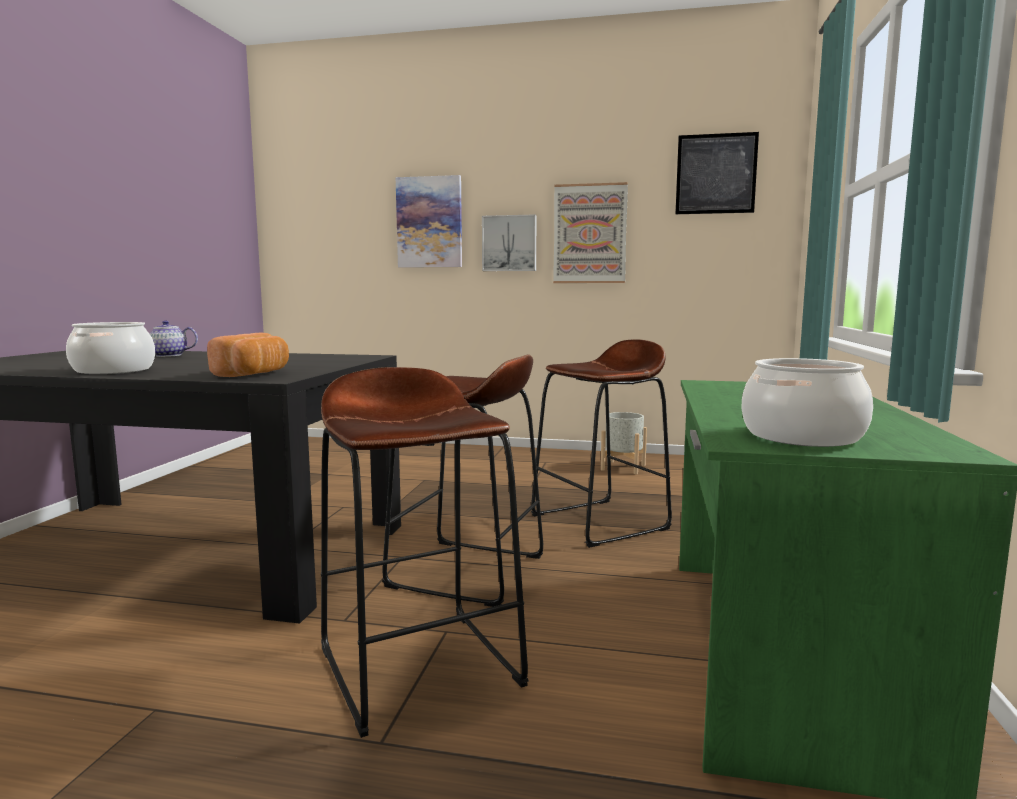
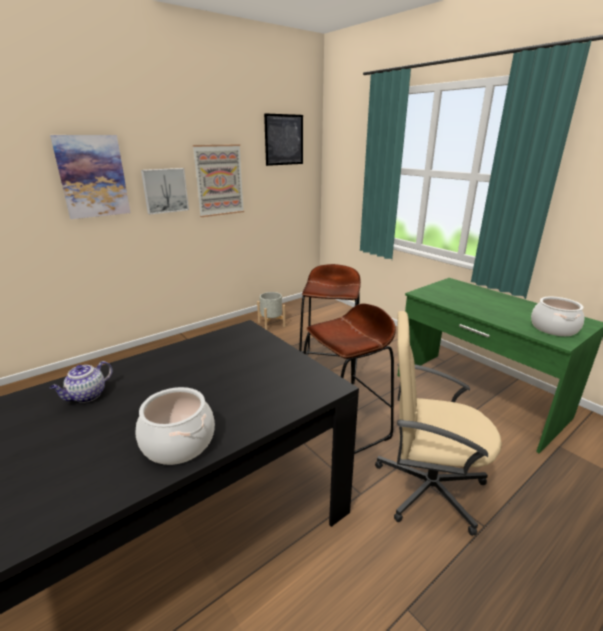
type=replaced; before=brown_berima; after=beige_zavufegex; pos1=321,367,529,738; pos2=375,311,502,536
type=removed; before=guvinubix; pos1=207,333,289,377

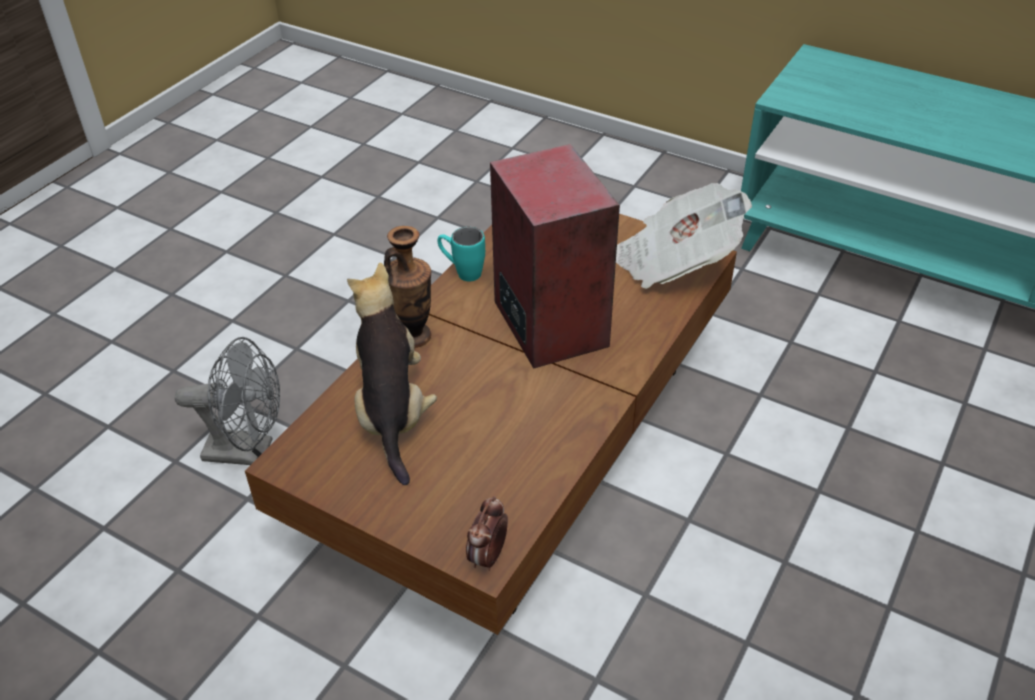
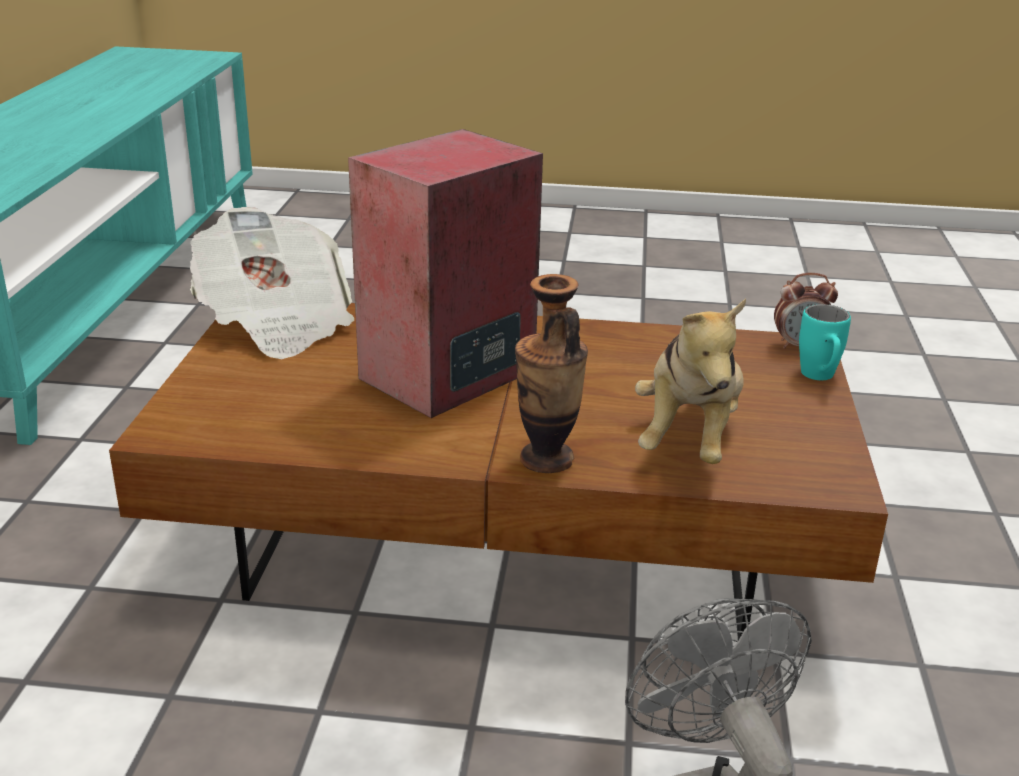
type=turned; before=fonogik; pos1=347,262,437,485; pos2=635,299,746,464; turn=-45
type=moved; before=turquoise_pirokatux; pos1=437,227,485,281; pos2=799,304,851,380

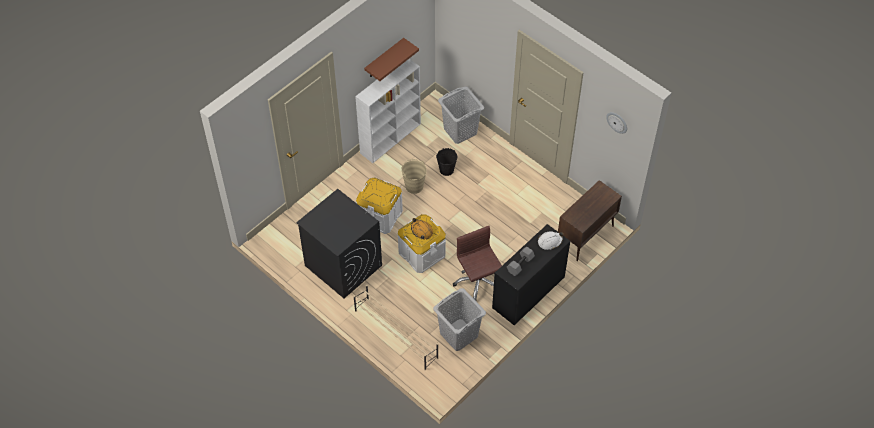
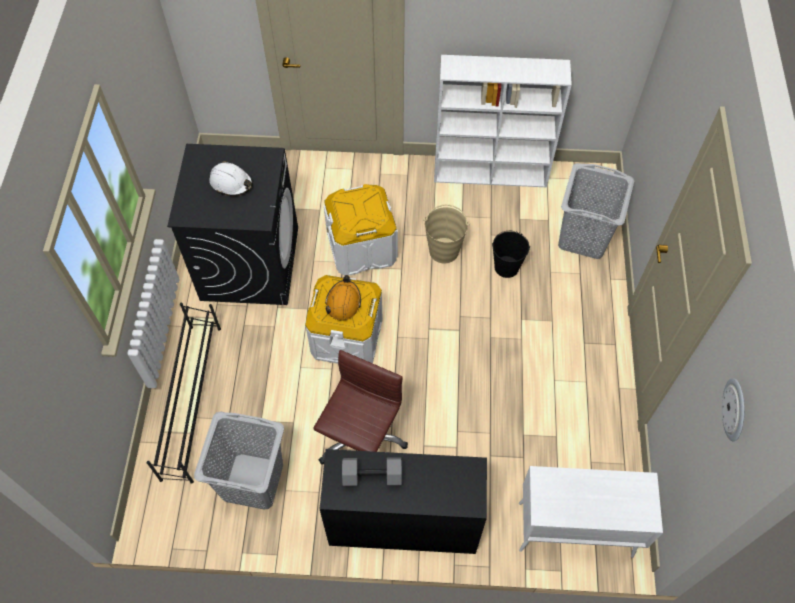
type=recoloured; before=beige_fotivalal; after=black_fotivalal; pos1=354,285,438,370; pos2=147,303,221,484
type=moved; before=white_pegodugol; pos1=538,231,564,250; pos2=210,161,253,196
type=recoloured; before=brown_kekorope; after=white_kekorope; pos1=558,180,622,261; pos2=519,466,663,558
type=removed; before=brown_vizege; pos1=364,38,419,81

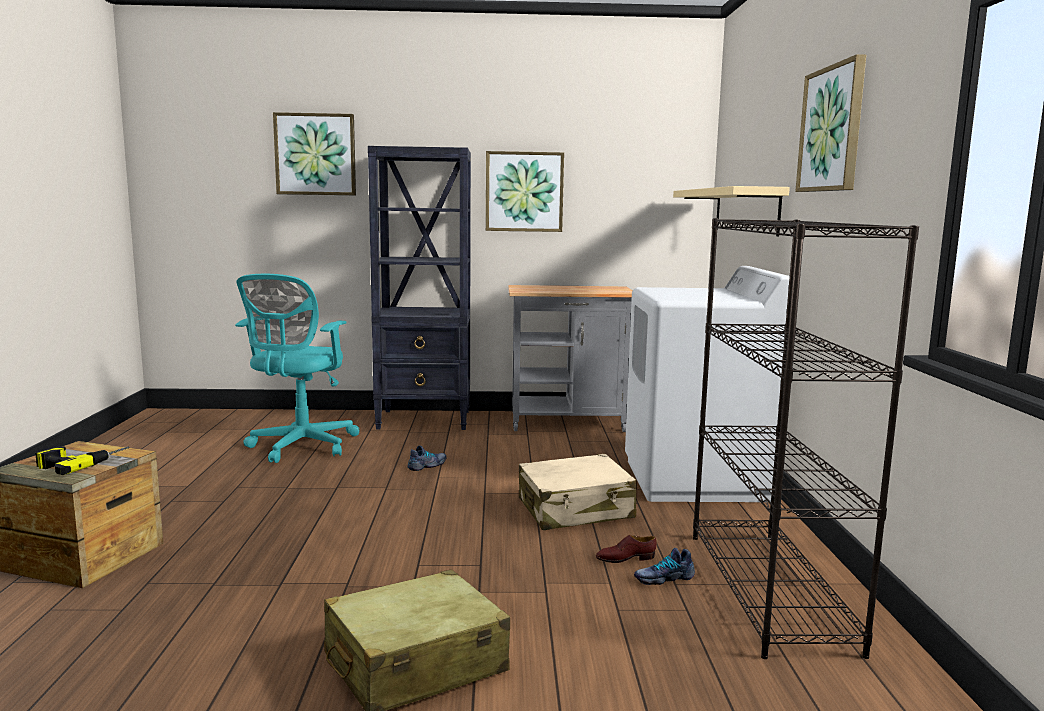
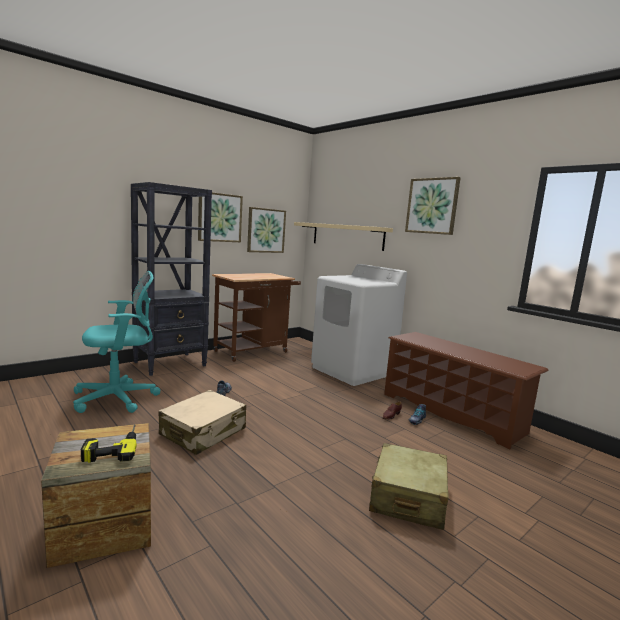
type=turned; before=turquoise_zavufegex; pos1=235,274,359,463; pos2=73,271,161,413; turn=-90
type=moved; before=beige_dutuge; pos1=519,454,637,530; pos2=159,390,246,455
type=recoloured; before=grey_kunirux; after=brown_kunirux; pos1=508,285,633,432; pos2=212,273,301,362
type=moved; before=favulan; pos1=273,112,356,195; pos2=247,207,286,253
type=replaced; before=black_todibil; after=brown_fotivalal; pos1=693,218,919,659; pos2=384,332,549,449

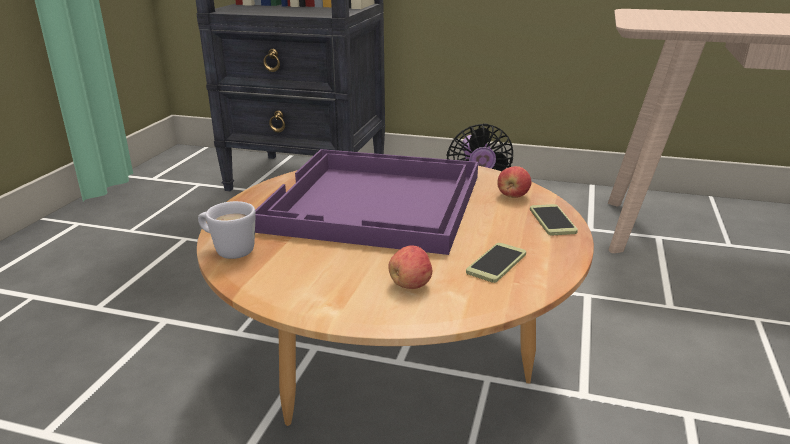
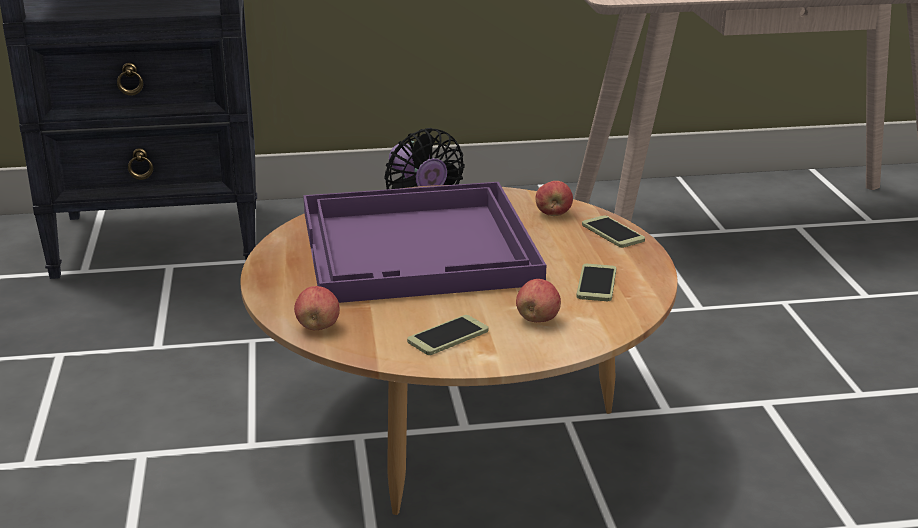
type=replaced; before=white_pirokatux; after=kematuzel; pos1=198,201,256,259; pos2=294,286,340,330
type=added; after=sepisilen; pos2=407,315,489,355

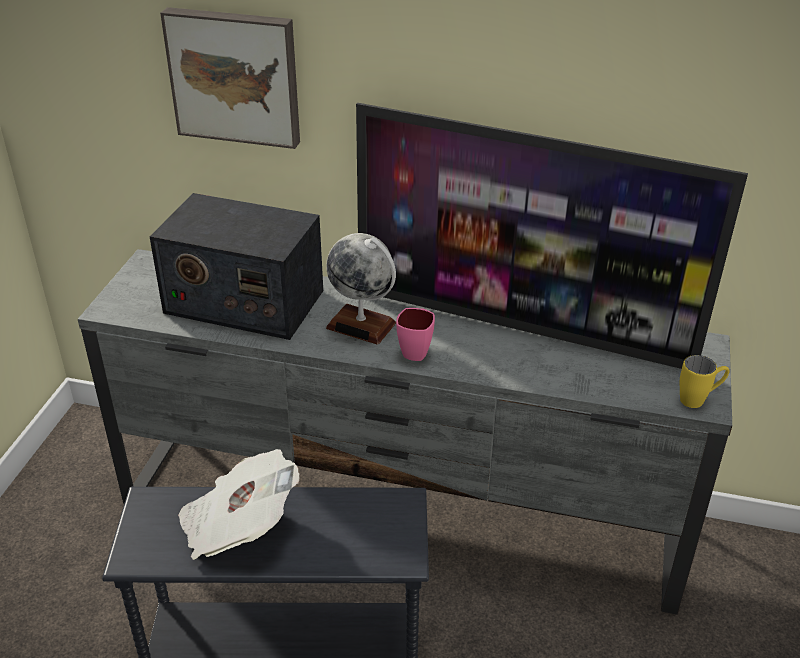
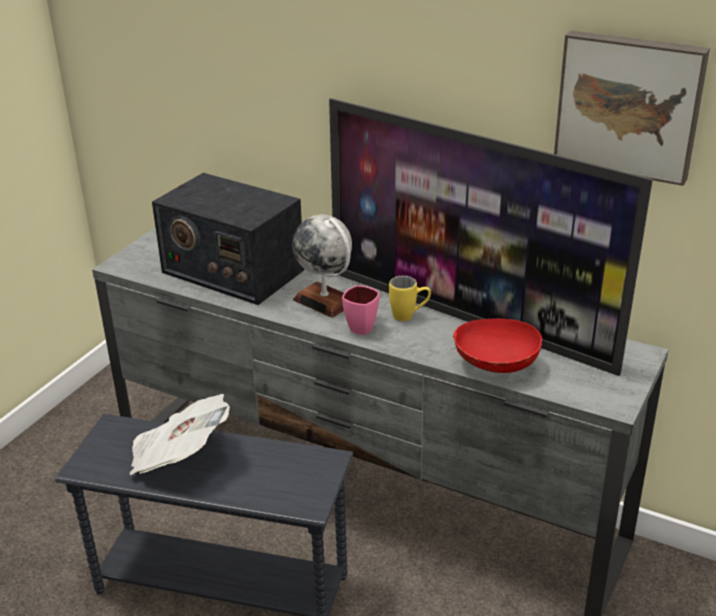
type=moved; before=yellow_pirokatux; pos1=680,355,729,408; pos2=389,276,431,321
type=added; after=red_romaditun; pos2=453,319,544,373
type=moved; before=favulan; pos1=160,7,300,149; pos2=554,30,710,186

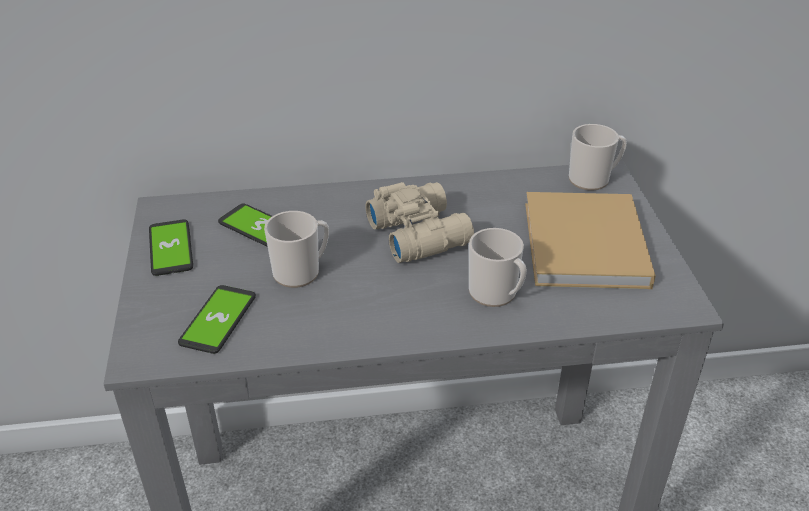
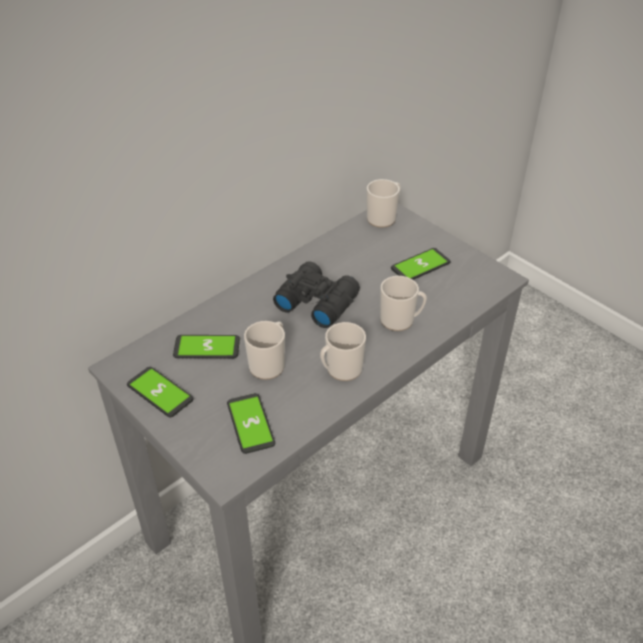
type=recoloured; before=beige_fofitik; after=black_fofitik; pos1=365,182,474,263; pos2=273,261,360,328
type=added; after=pirokatux; pos2=320,322,366,381
type=replaced; before=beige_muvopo; after=sepisilen; pos1=525,192,656,289; pos2=391,248,450,280

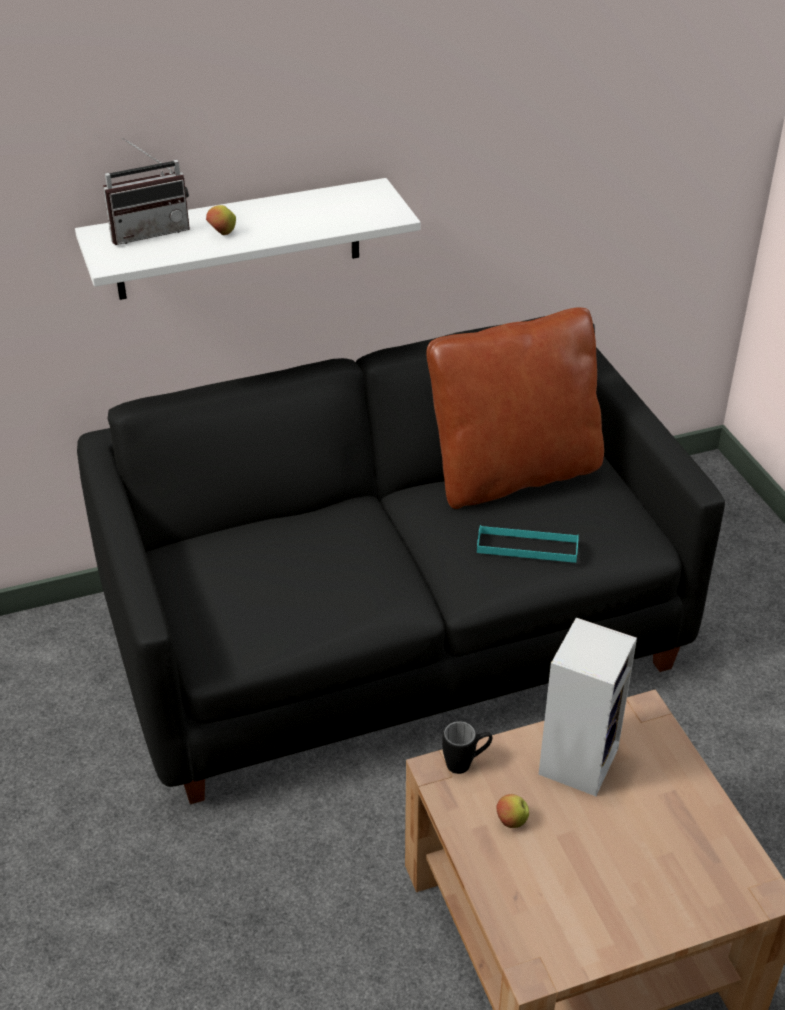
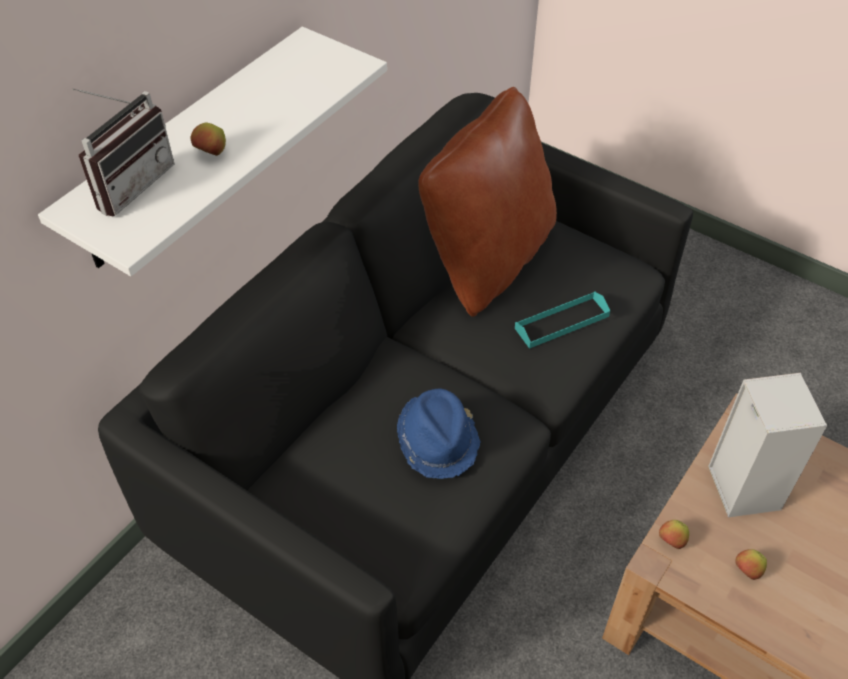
type=added; after=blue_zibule; pos2=397,388,481,479
type=replaced; before=black_pirokatux; after=kematuzel; pos1=442,721,492,774; pos2=659,520,689,549

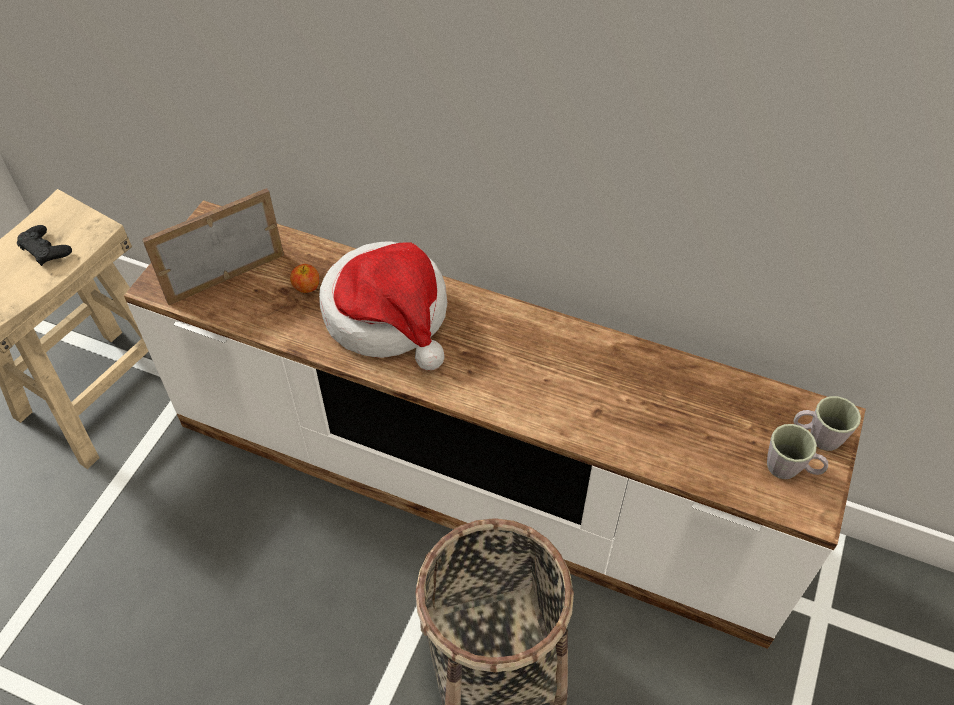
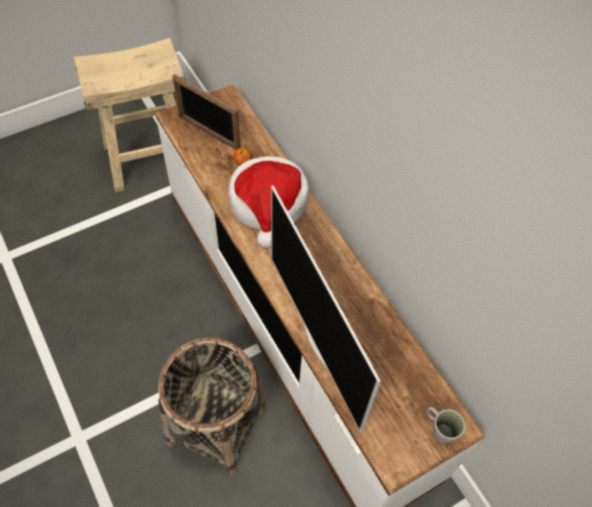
type=turned; before=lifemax; pos1=142,188,284,305; pos2=172,74,240,150; turn=-150
type=added; after=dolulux; pos2=271,185,381,433
type=removed; before=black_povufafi; pos1=17,225,72,266
type=removed; before=grey_pirokatux; pos1=767,424,828,479

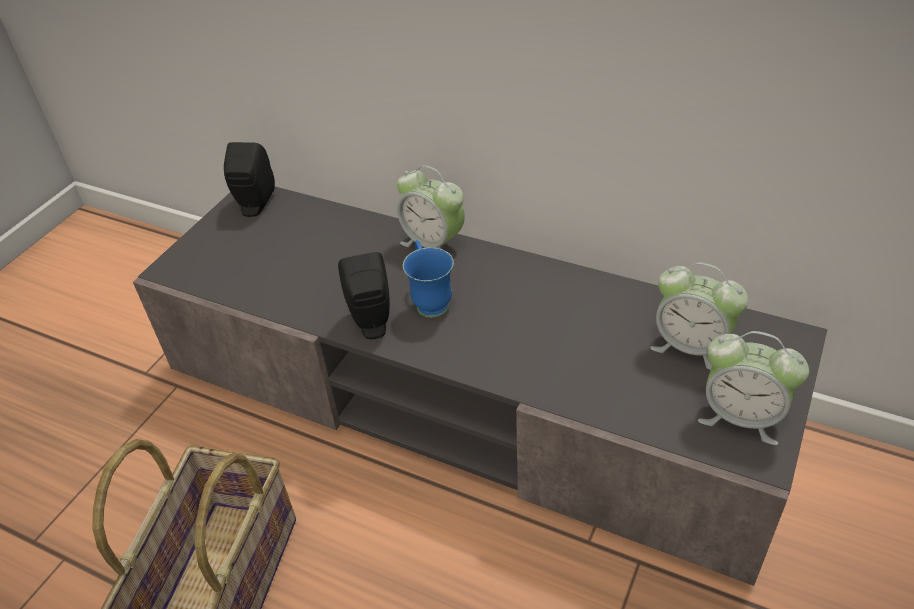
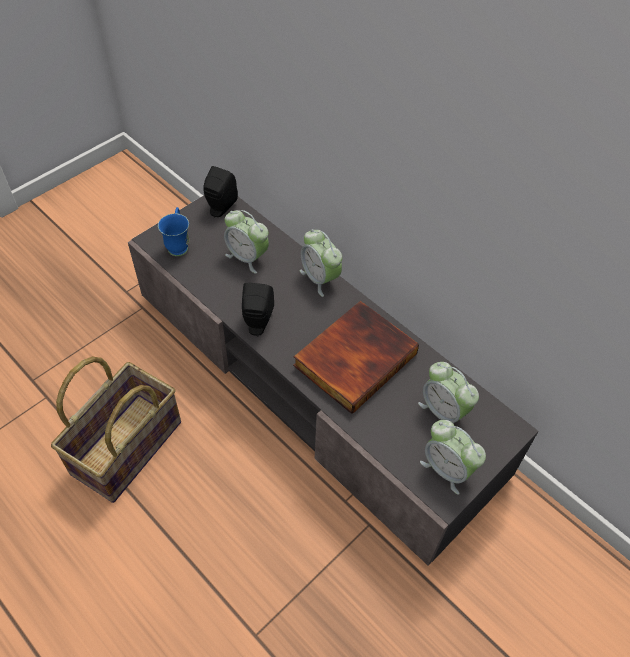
type=moved; before=blue_pirokatux; pos1=403,240,454,318; pos2=158,207,190,256
type=added; after=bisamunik; pos2=224,210,269,274
type=added; after=muvopo; pos2=293,301,419,414

